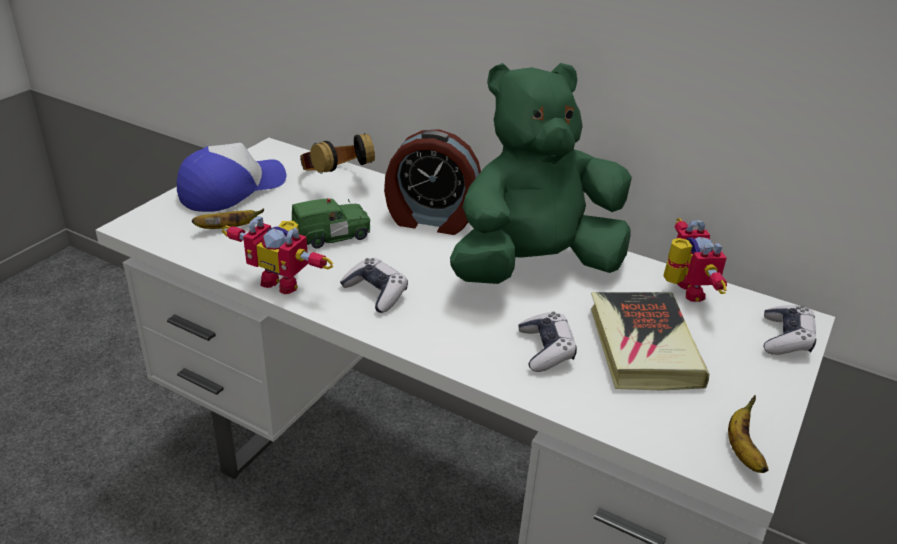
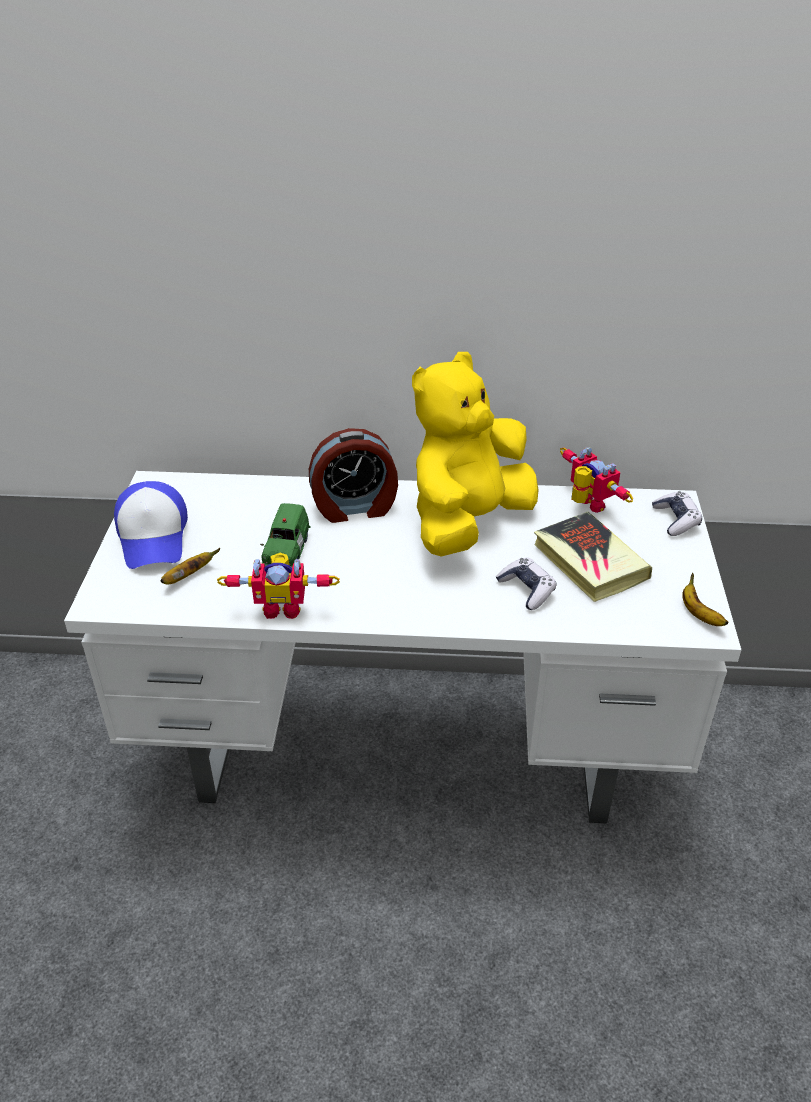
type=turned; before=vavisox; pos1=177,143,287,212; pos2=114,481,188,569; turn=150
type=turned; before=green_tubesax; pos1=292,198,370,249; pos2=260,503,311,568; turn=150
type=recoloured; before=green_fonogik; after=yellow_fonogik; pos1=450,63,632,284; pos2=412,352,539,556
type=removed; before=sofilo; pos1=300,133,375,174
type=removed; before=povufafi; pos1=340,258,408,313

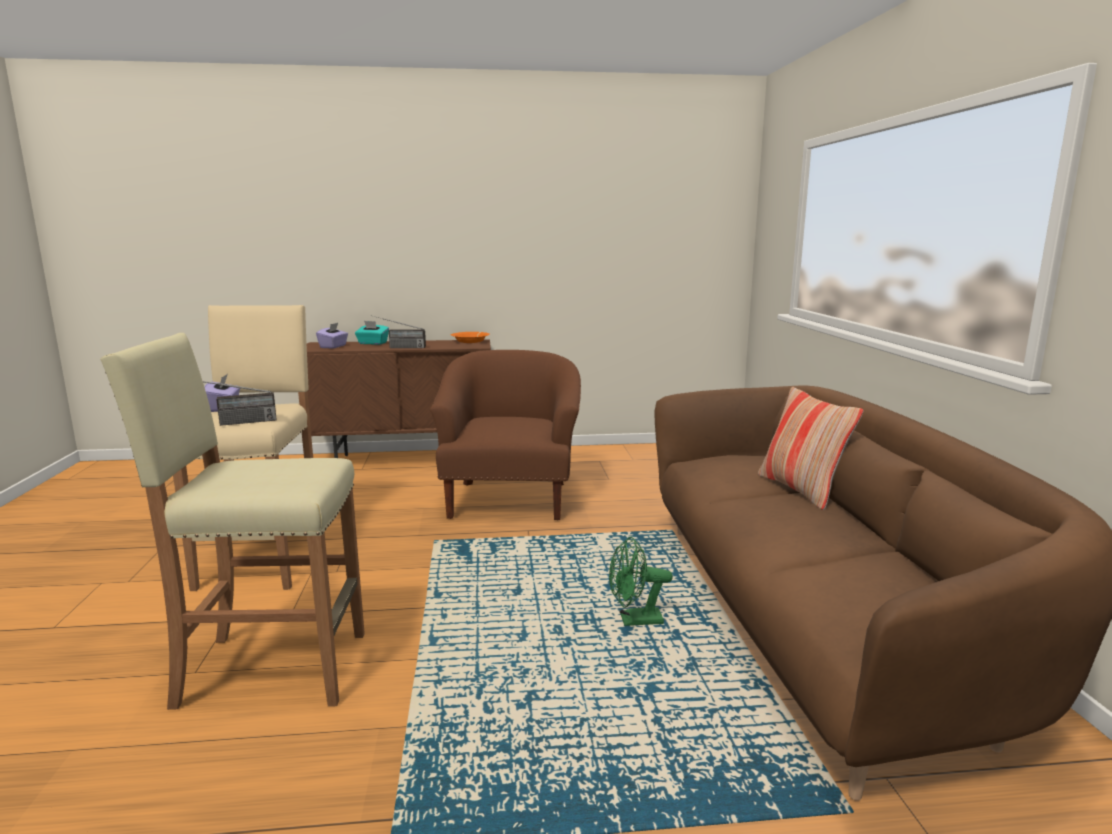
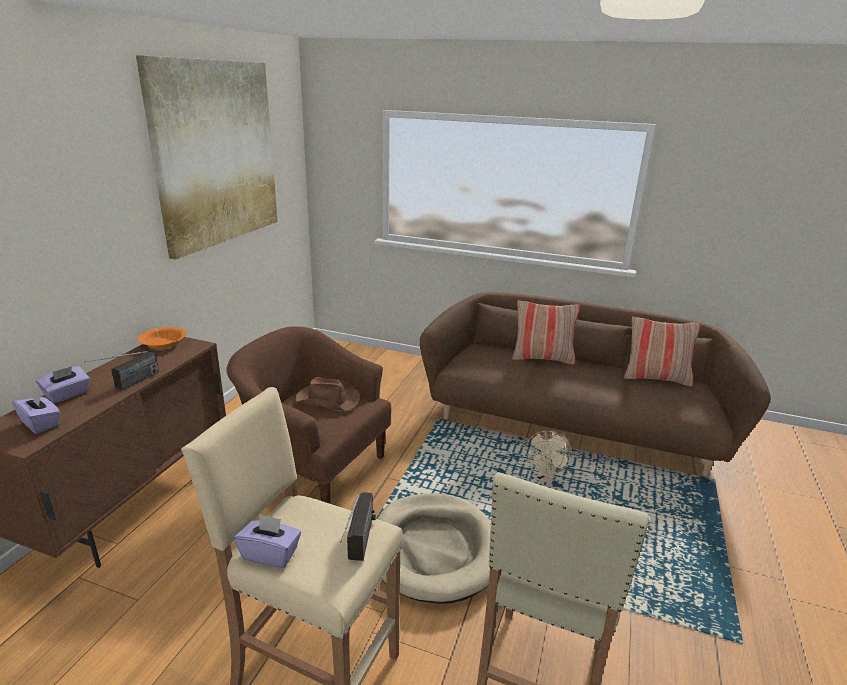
type=recoloured; before=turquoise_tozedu; after=purple_tozedu; pos1=355,321,389,345; pos2=36,366,90,403
type=added; after=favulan; pos2=136,55,278,259
type=added; after=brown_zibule; pos2=295,377,360,411
type=added; after=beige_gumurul; pos2=377,493,491,604
type=recoloured; before=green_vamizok; after=beige_vamizok; pos1=609,537,673,626; pos2=526,431,572,483
type=added; after=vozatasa; pos2=624,317,701,386

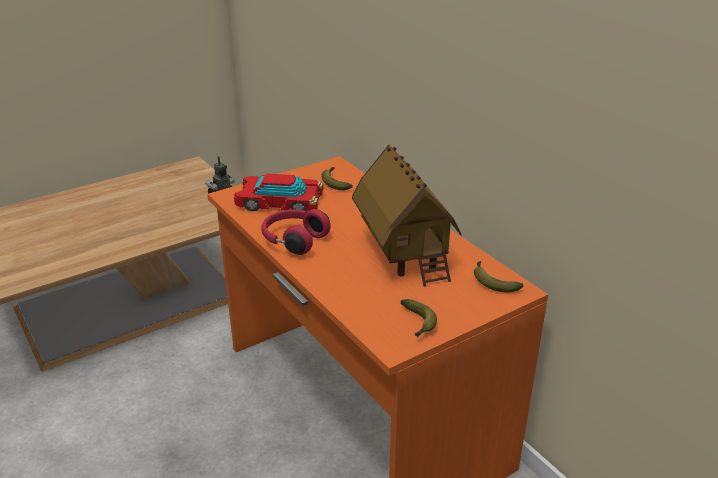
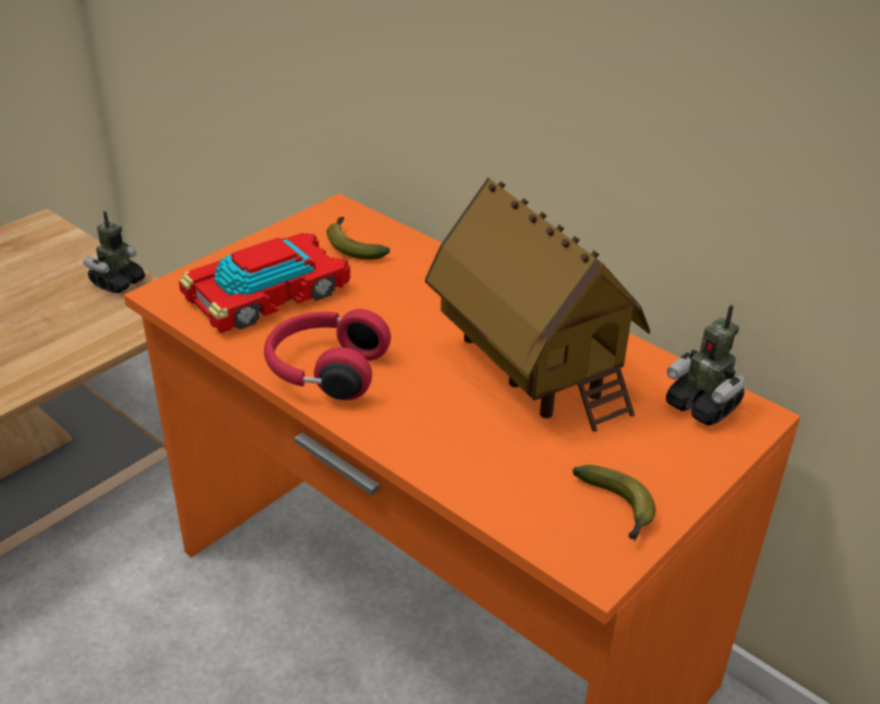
type=turned; before=tubesax; pos1=234,174,324,211; pos2=179,233,350,333; turn=150
type=replaced; before=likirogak; after=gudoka; pos1=474,261,523,292; pos2=666,305,745,426

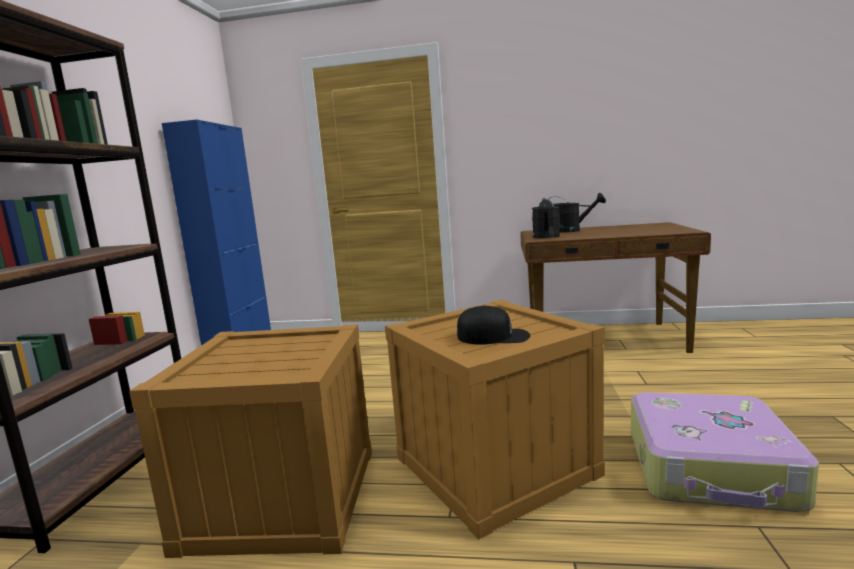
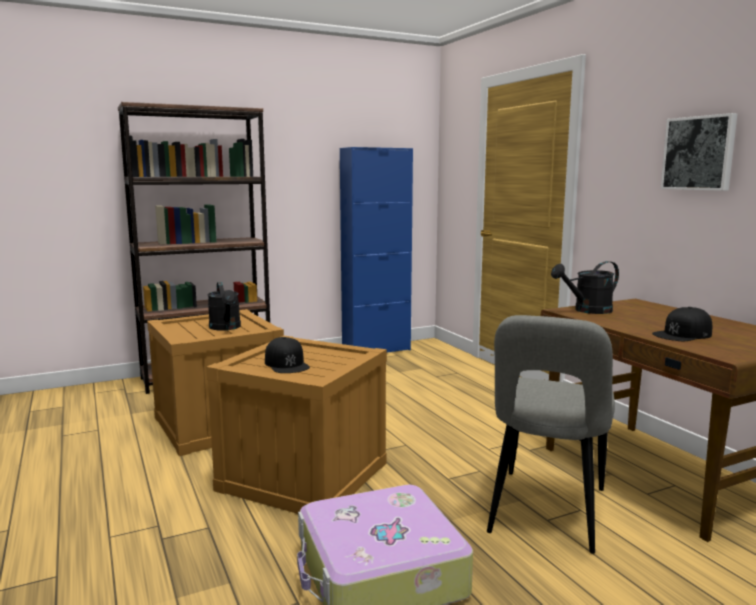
type=moved; before=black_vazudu; pos1=549,193,606,233; pos2=207,282,241,330
type=added; after=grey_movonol; pos2=487,315,615,554
type=added; after=black_vavisox; pos2=652,307,712,341
type=added; after=favulan; pos2=660,113,737,191

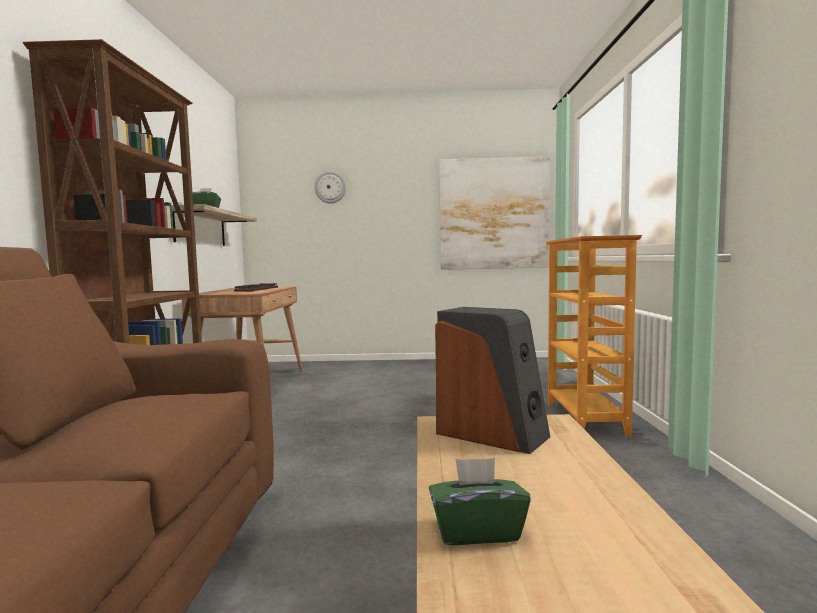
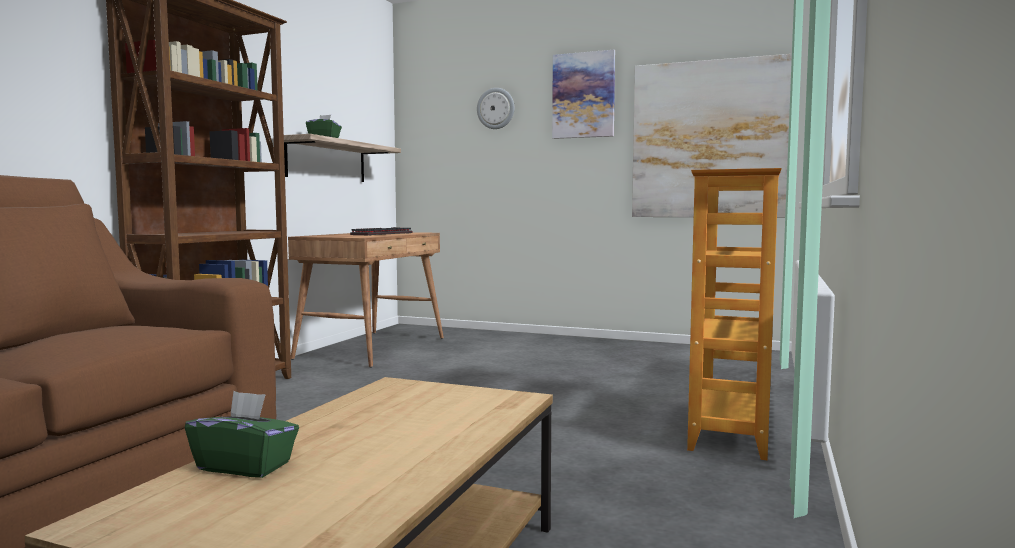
type=added; after=favulan; pos2=552,50,615,139
type=removed; before=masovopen; pos1=435,307,550,454

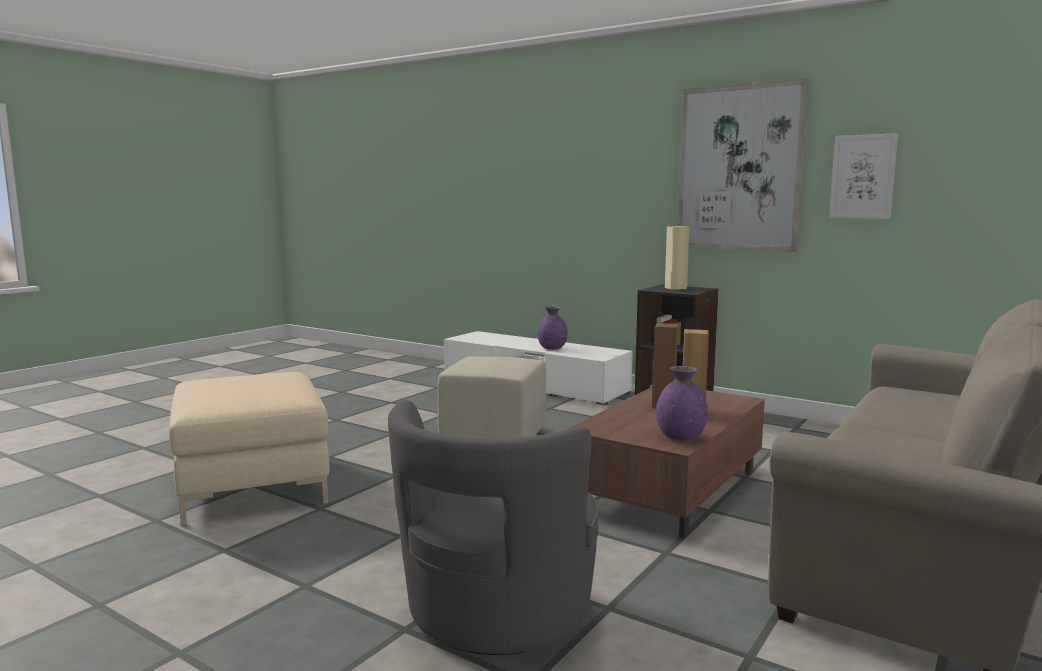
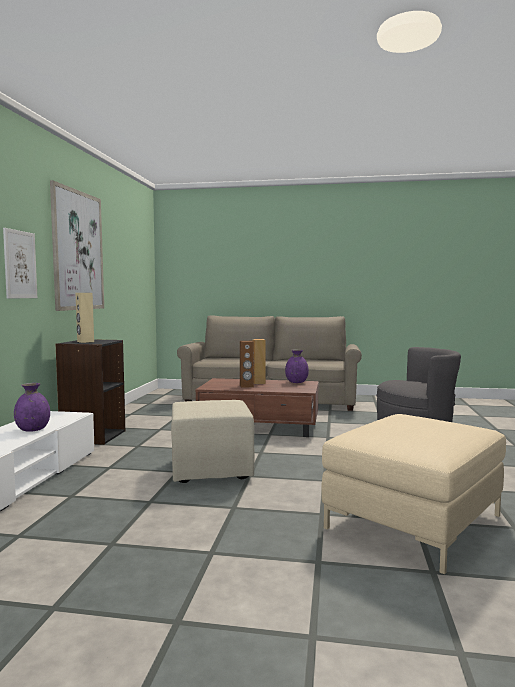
type=moved; before=favulan; pos1=829,133,898,219; pos2=3,228,37,299

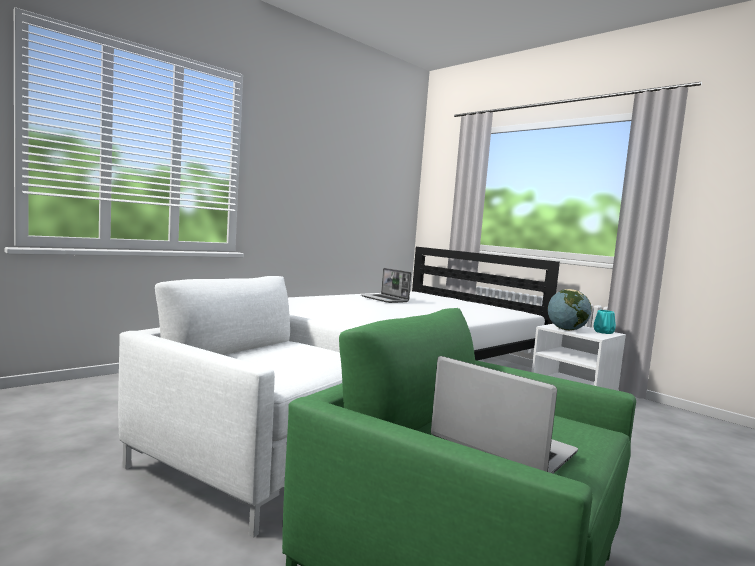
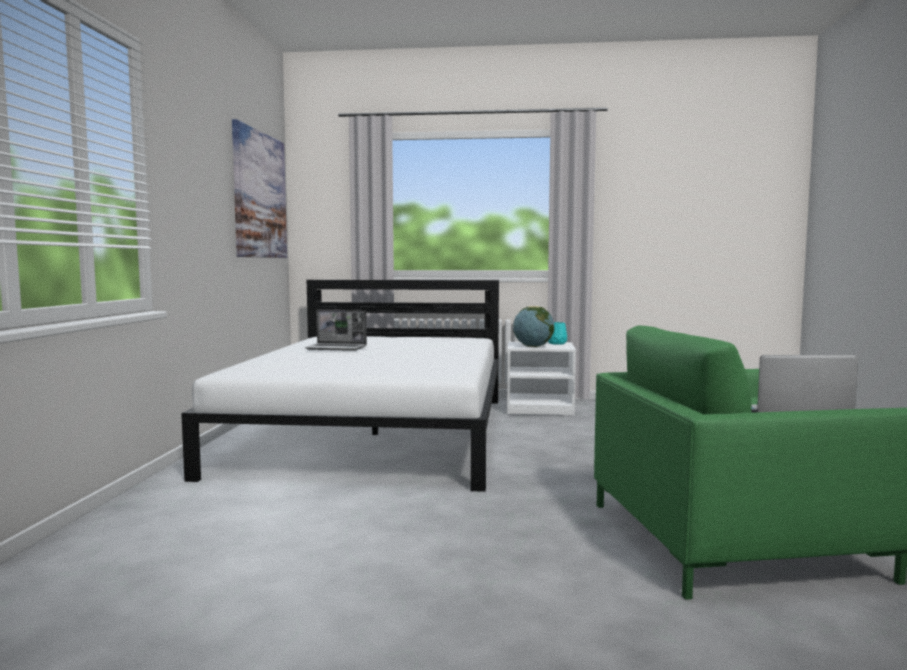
type=added; after=favulan; pos2=232,119,287,258
type=removed; before=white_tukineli; pos1=118,276,354,538

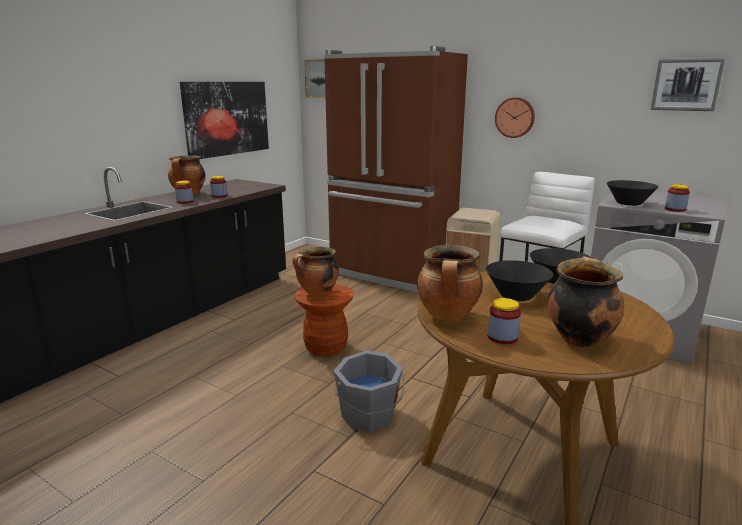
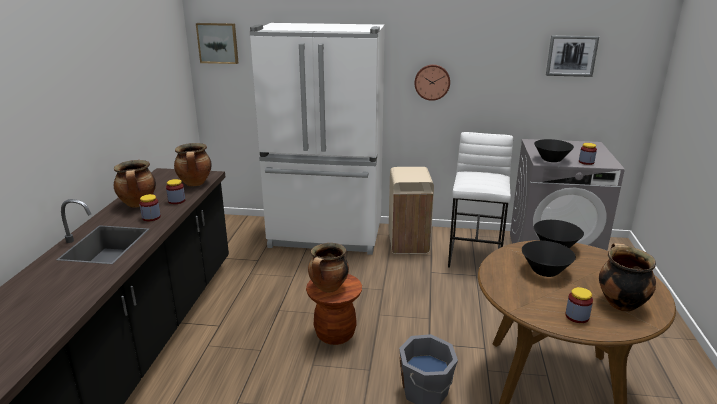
type=moved; before=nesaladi; pos1=417,245,483,323; pos2=174,143,212,186
type=recoloured; before=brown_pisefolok; after=white_pisefolok; pos1=324,46,468,295; pos2=250,23,385,255
type=removed; before=favulan; pos1=180,82,269,159

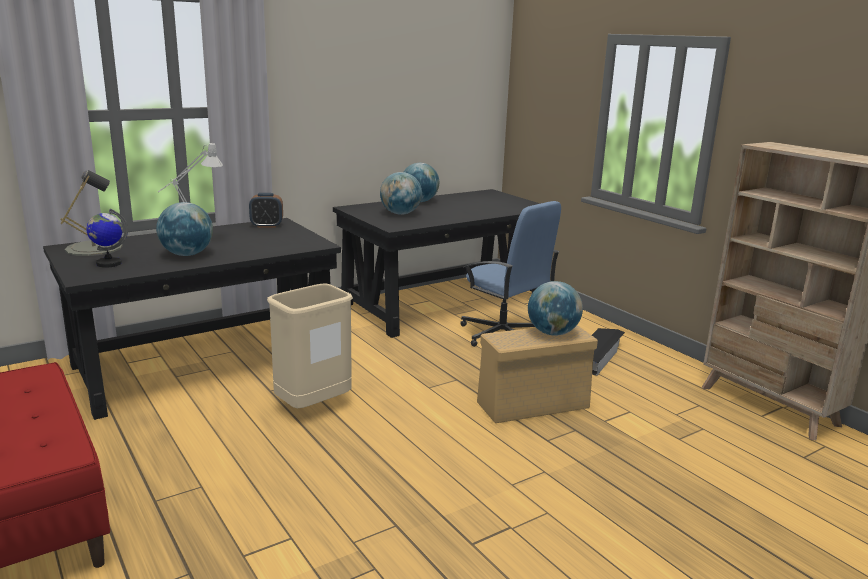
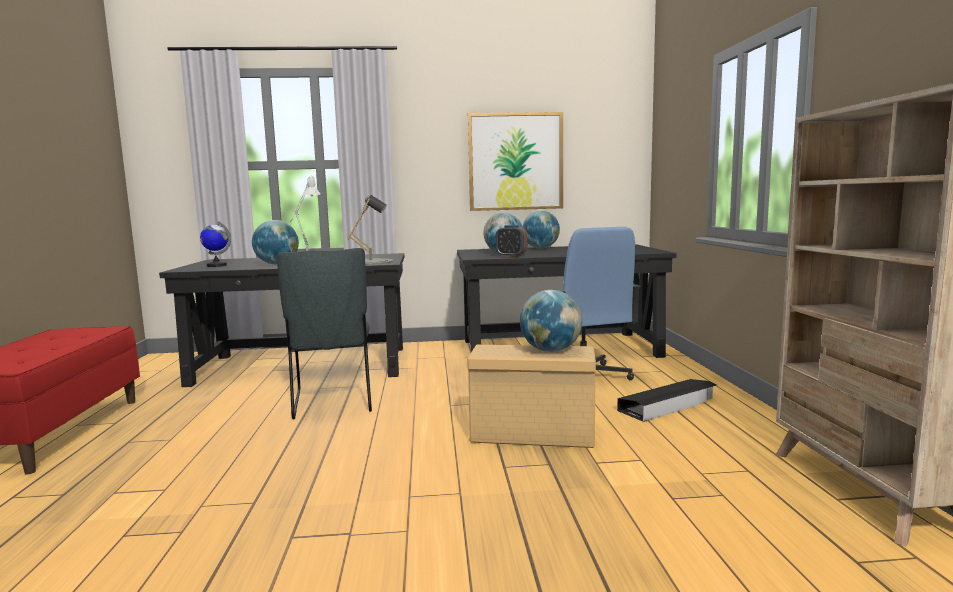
type=replaced; before=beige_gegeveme; after=grey_movonol; pos1=267,283,353,408; pos2=277,248,372,420
type=moved; before=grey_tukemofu; pos1=60,170,123,256; pos2=347,195,393,265
type=added; after=favulan; pos2=467,112,563,211
type=moved; before=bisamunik; pos1=249,193,283,228; pos2=495,225,527,257

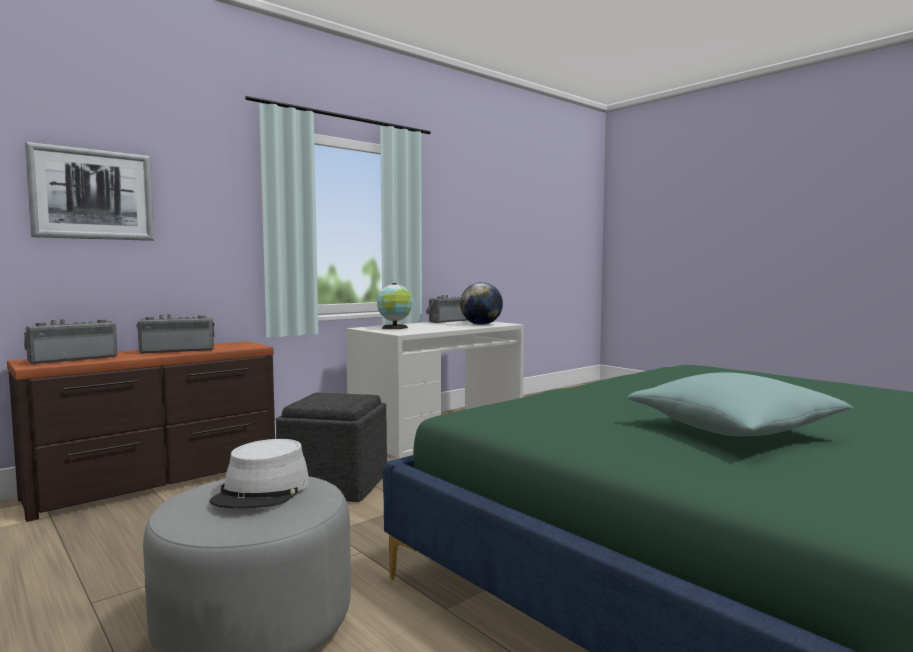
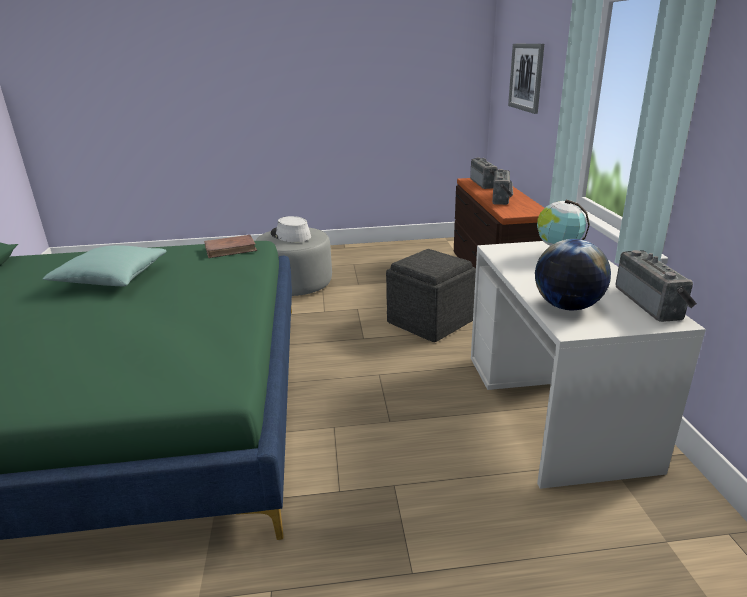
type=added; after=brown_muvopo; pos2=204,235,257,258

